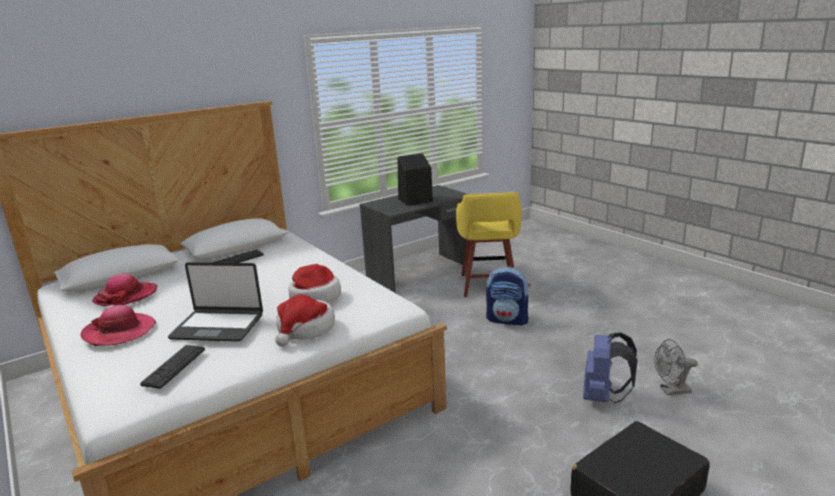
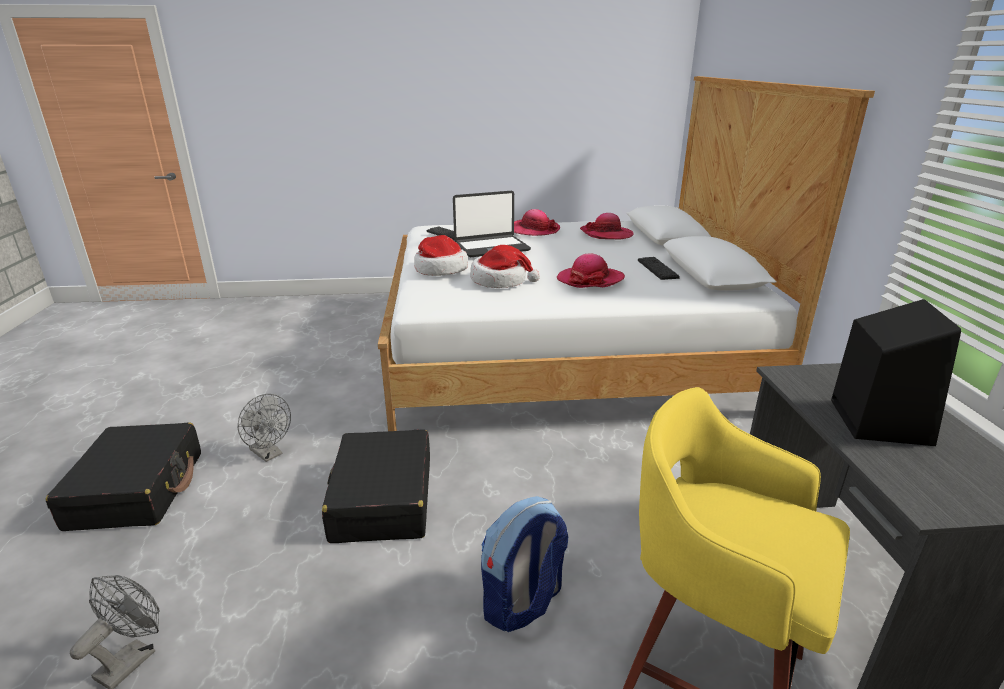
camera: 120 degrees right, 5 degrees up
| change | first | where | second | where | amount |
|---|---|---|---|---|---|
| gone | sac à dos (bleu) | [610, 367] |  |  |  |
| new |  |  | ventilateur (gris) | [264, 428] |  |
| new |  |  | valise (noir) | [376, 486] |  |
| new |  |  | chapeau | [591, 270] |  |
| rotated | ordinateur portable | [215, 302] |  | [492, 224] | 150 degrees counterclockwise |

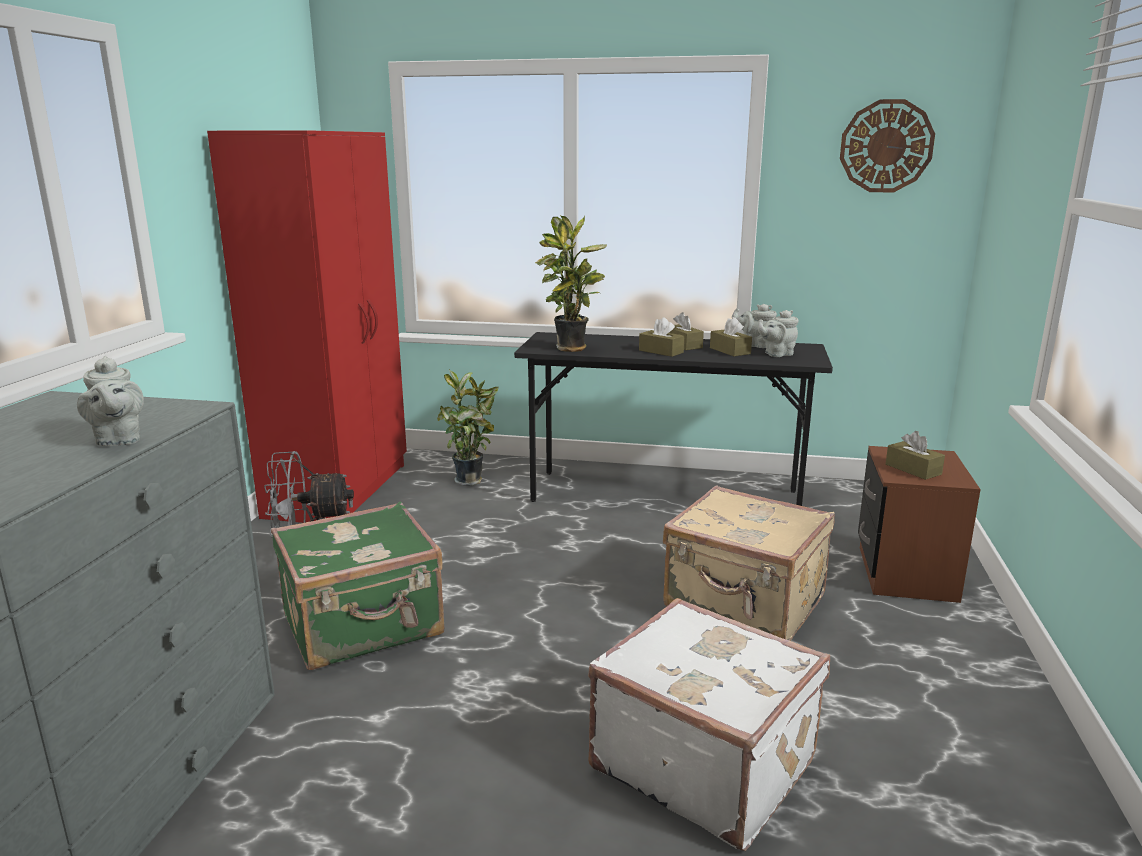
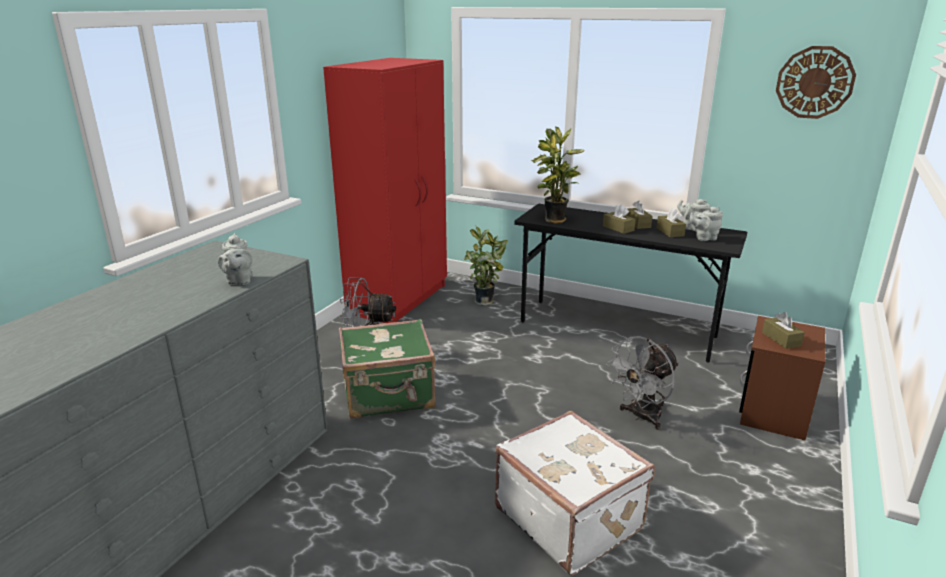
camera: 15 degrees right, 5 degrees up
| change | first | where | second | where | amount |
|---|---|---|---|---|---|
| swapped | valise (beige) | [749, 563] | ventilateur (gris) | [642, 383] |  |

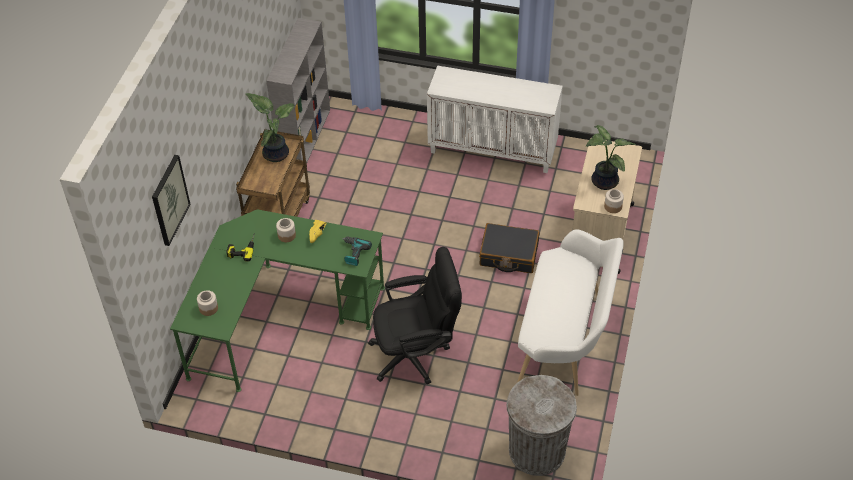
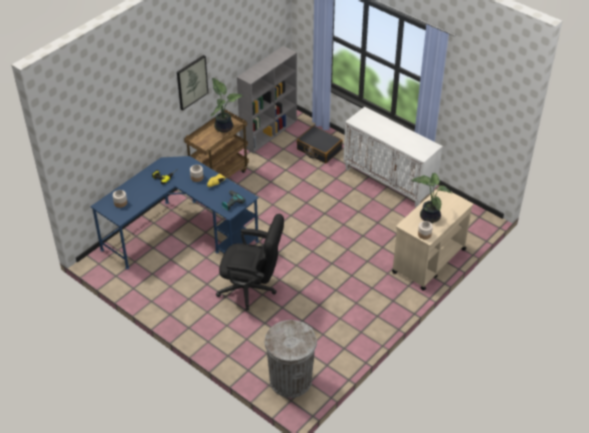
camera: 25 degrees right, 5 degrees down
| change | first | where | second | where | amount |
|---|---|---|---|---|---|
| gone | banc (blanc) | [570, 312] |  |  |  |
| shifted | tableau | [171, 200] |  | [192, 83] |  |
| shifted | valise (noir) | [509, 248] |  | [320, 145] |  |
| repainted | bureau (vert) | [277, 300] | bureau (bleu) | [174, 212] |  |

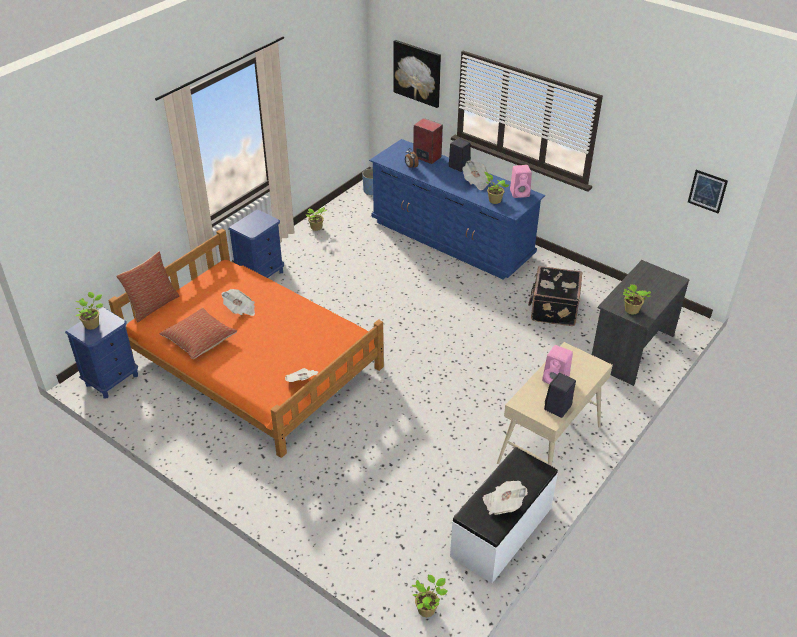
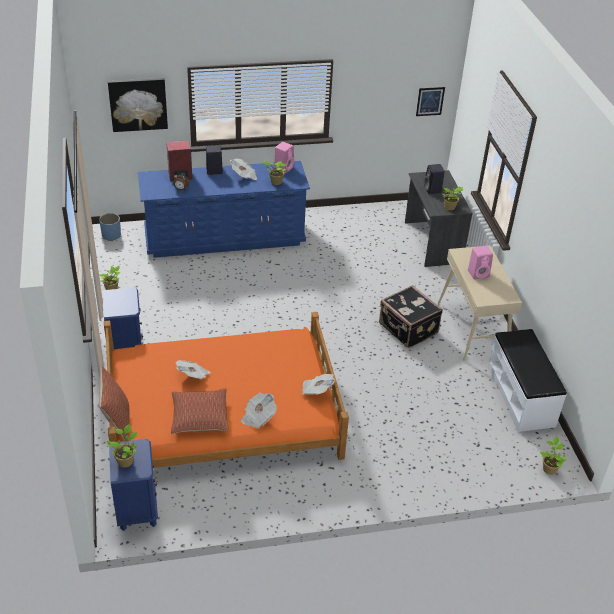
camera: 50 degrees left, 0 degrees up
| change | first | where | second | where | amount |
|---|---|---|---|---|---|
| shifted | journal | [505, 498] |  | [259, 411] |  |
| shifted | valise (noir) | [555, 296] |  | [411, 316] |  |
| shifted | enceinte (noir) | [560, 395] |  | [434, 179] |  |

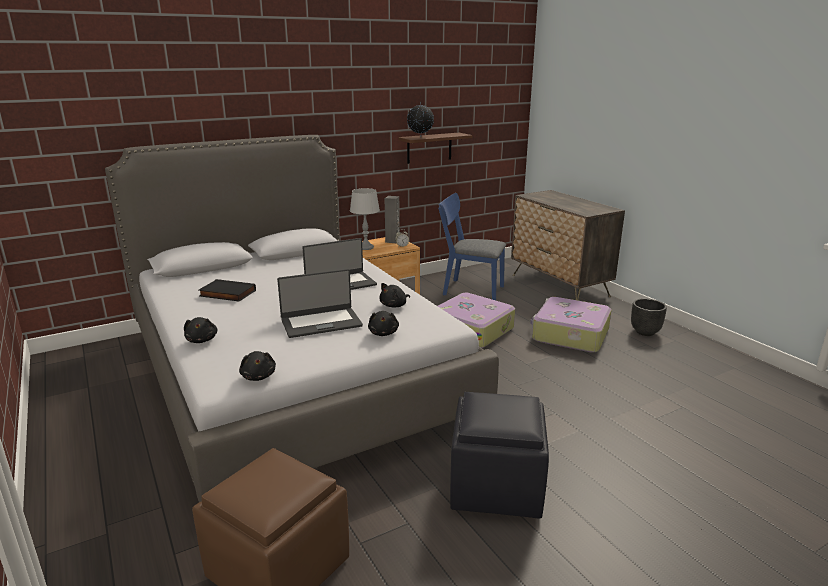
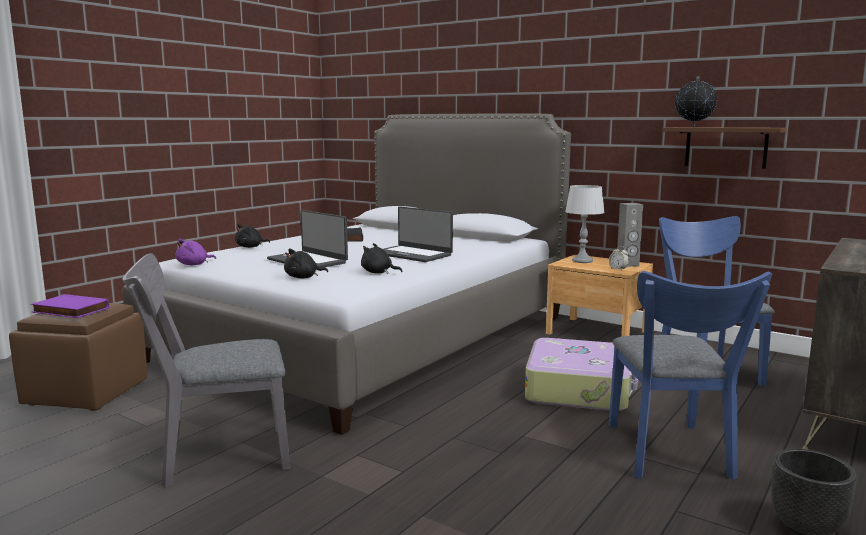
camera: 65 degrees right, 10 degrees down
| change | first | where | second | where | amount |
|---|---|---|---|---|---|
| new |  |  | livre (violet) | [70, 306] |  |
| swapped | pouf (noir) | [499, 455] | chaise (gris) | [206, 370] |  |
| swapped | valise | [570, 325] | chaise (bleu) | [690, 375] |  |
| repainted | peluche (noir) | [257, 366] | peluche (violet) | [196, 252] |  |

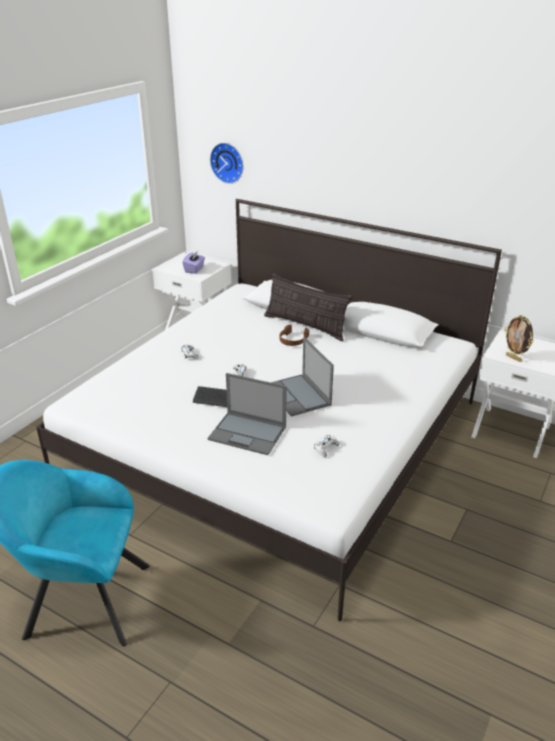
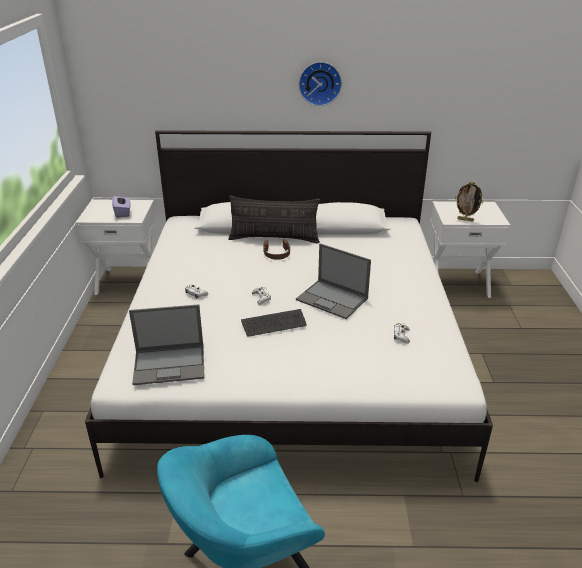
camera: 30 degrees left, 0 degrees up
| change | first | where | second | where | amount |
|---|---|---|---|---|---|
| shifted | ordinateur portable | [247, 414] |  | [167, 344] |  |
| shifted | horloge murale | [226, 163] |  | [320, 84] |  |

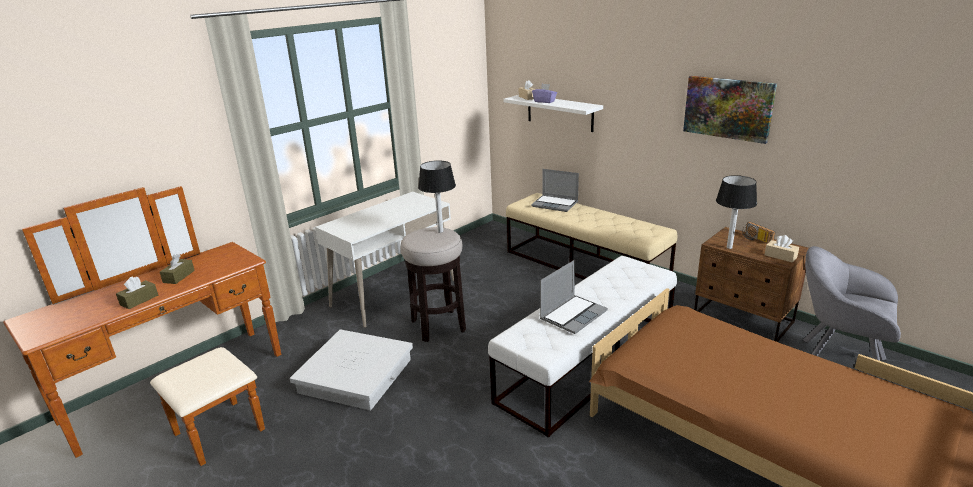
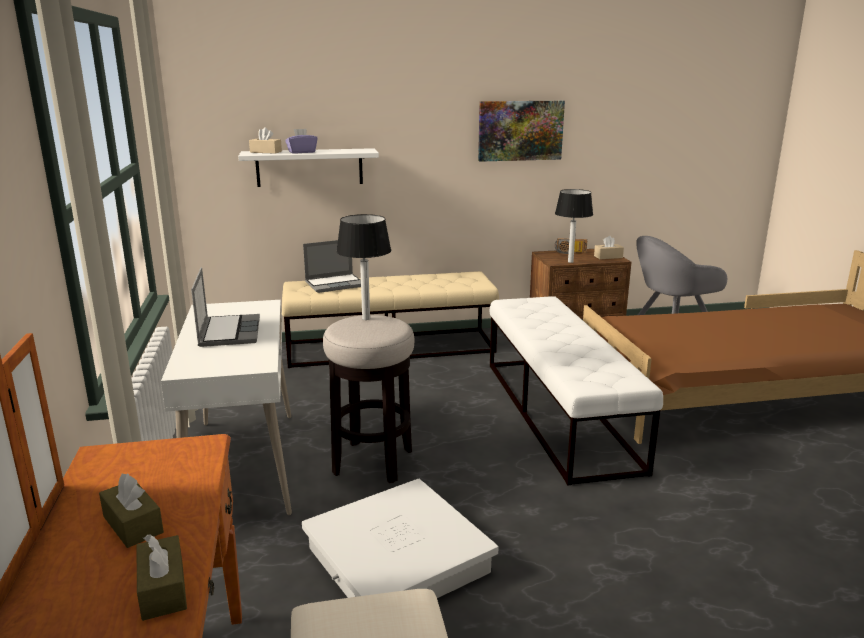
camera: 55 degrees left, 5 degrees down
| change | first | where | second | where | amount |
|---|---|---|---|---|---|
| shifted | ordinateur portable | [574, 297] |  | [225, 307] |  |

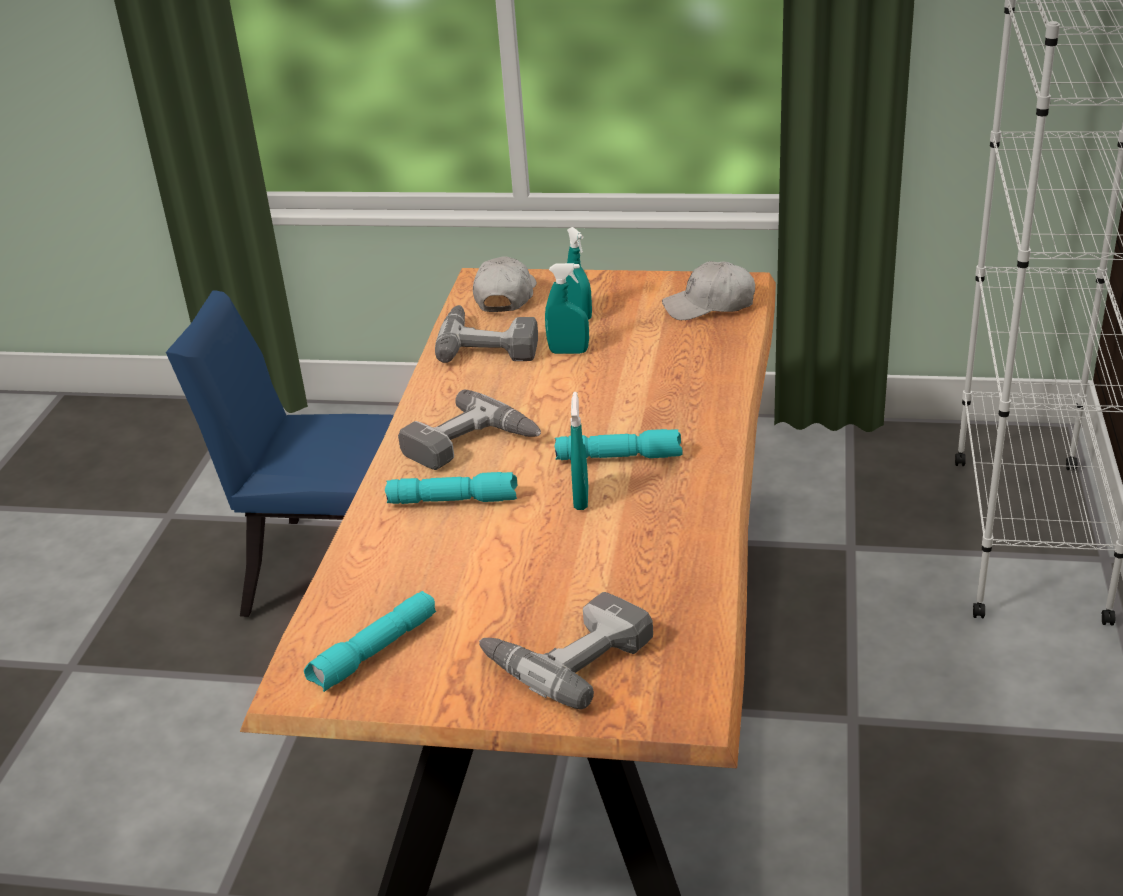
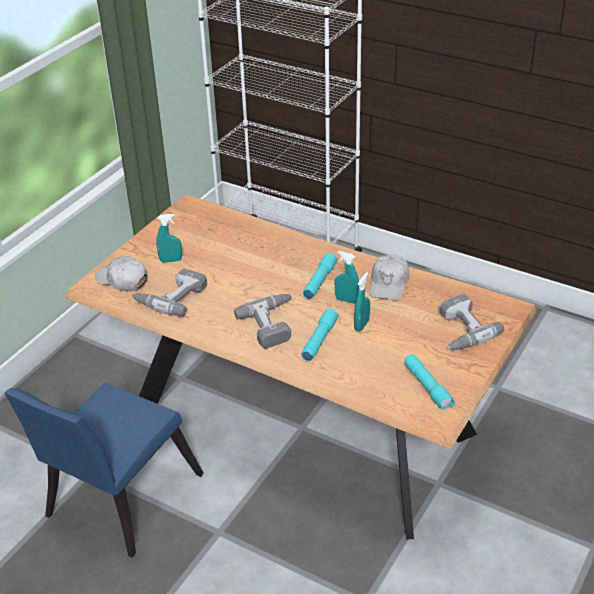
camera: 70 degrees left, 5 degrees up
| change | first | where | second | where | amount |
|---|---|---|---|---|---|
| shifted | vaporisateur (turquoise) | [567, 308] |  | [362, 302] |  |
| shifted | casquette (blanc) | [708, 290] |  | [389, 277] |  |

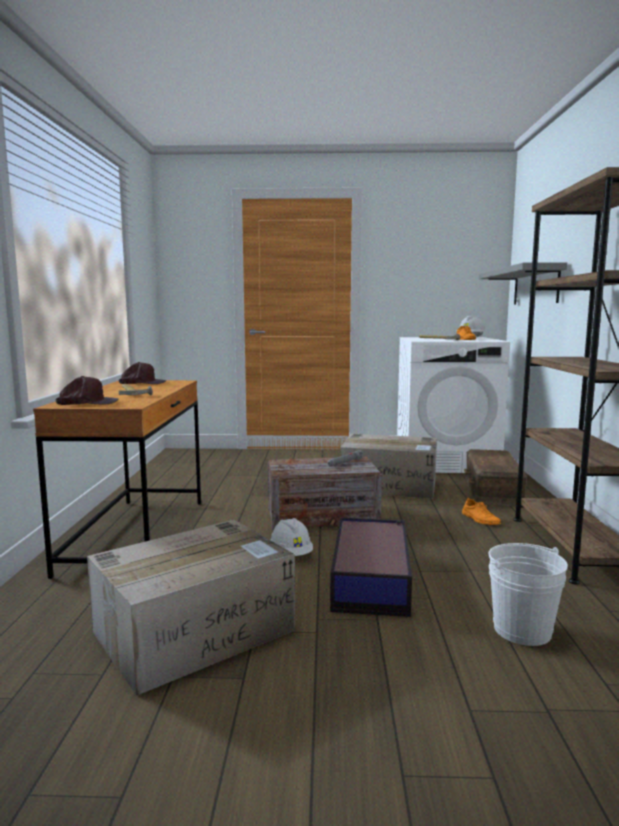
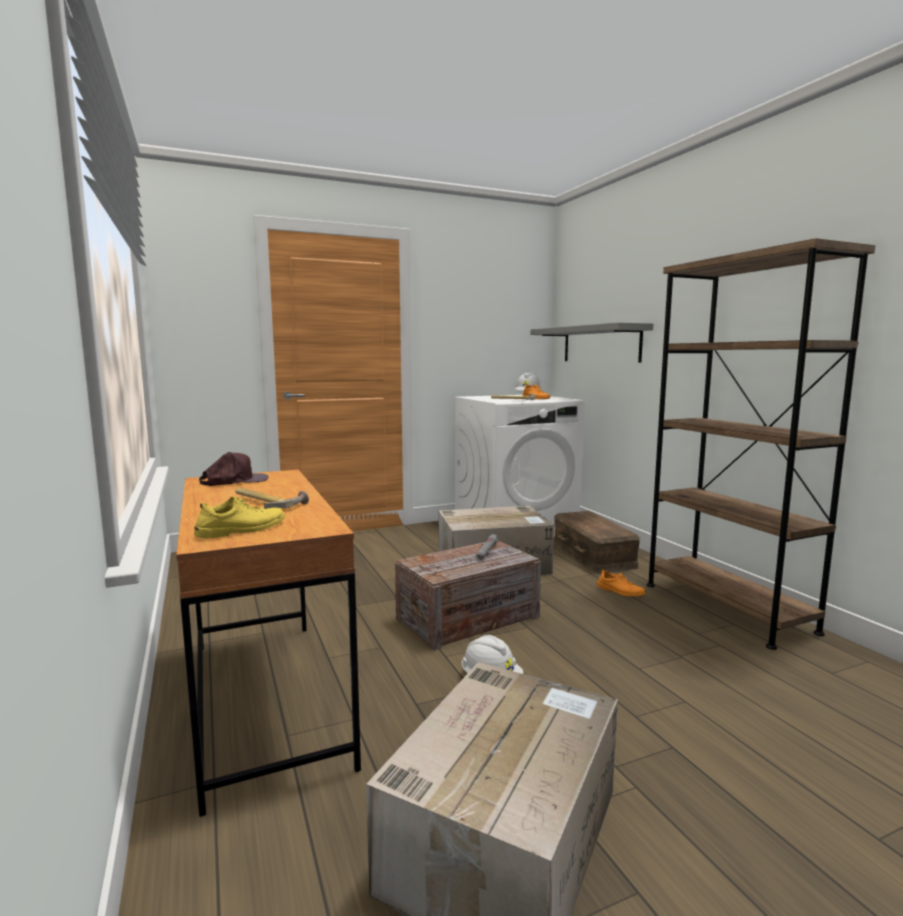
camera: 25 degrees left, 0 degrees up
| change | first | where | second | where | amount |
|---|---|---|---|---|---|
| gone | boîte de rangement | [371, 567] |  |  |  |
| gone | seau (blanc) | [528, 594] |  |  |  |
| swapped | casquette (marron) | [87, 390] | chaussure (jaune) | [239, 517] |  |

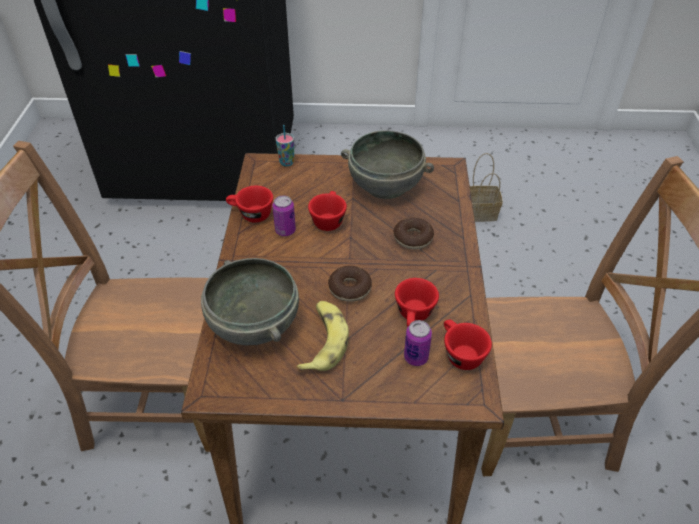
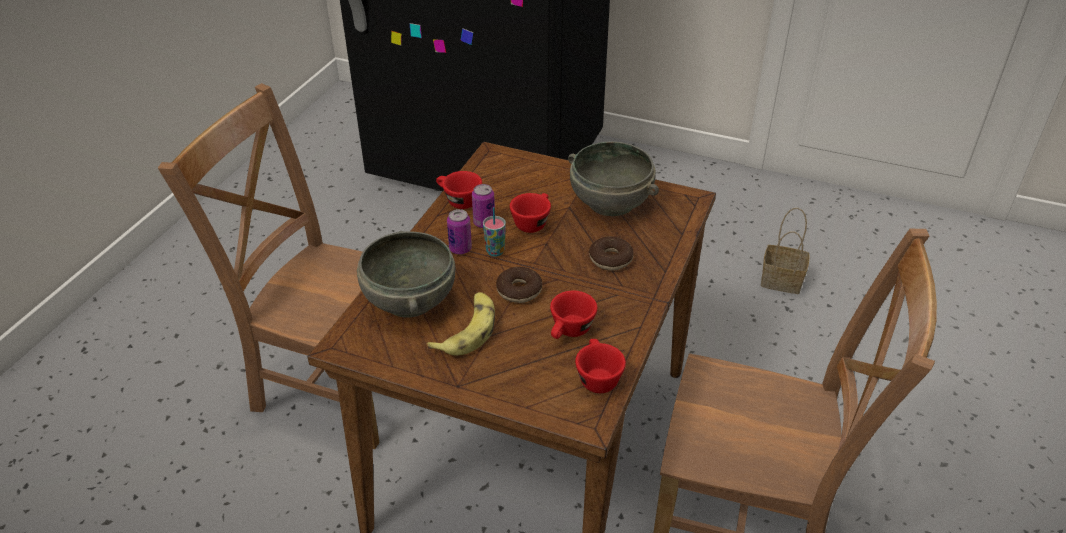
camera: 20 degrees right, 5 degrees down
| change | first | where | second | where | amount |
|---|---|---|---|---|---|
| shifted | tasse | [285, 145] |  | [494, 232] |  |
| shifted | boîte métallique | [418, 343] |  | [459, 232] |  |

